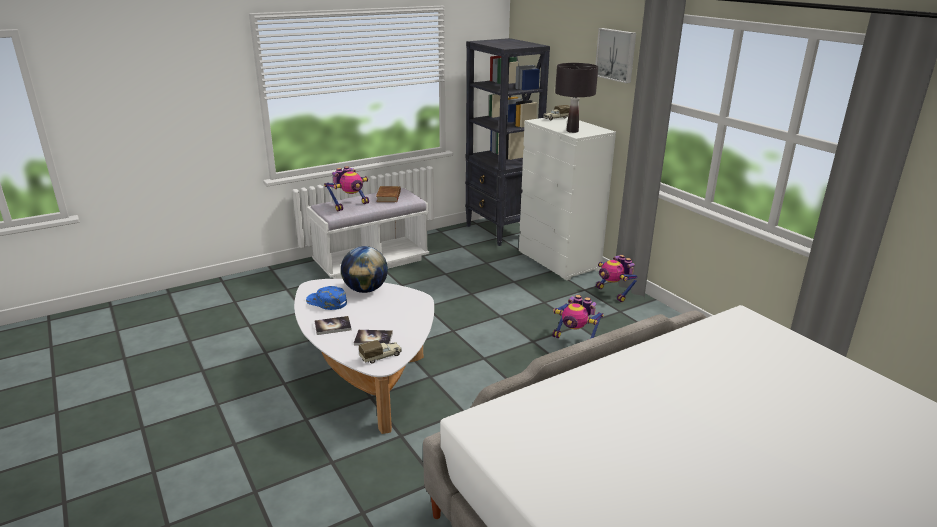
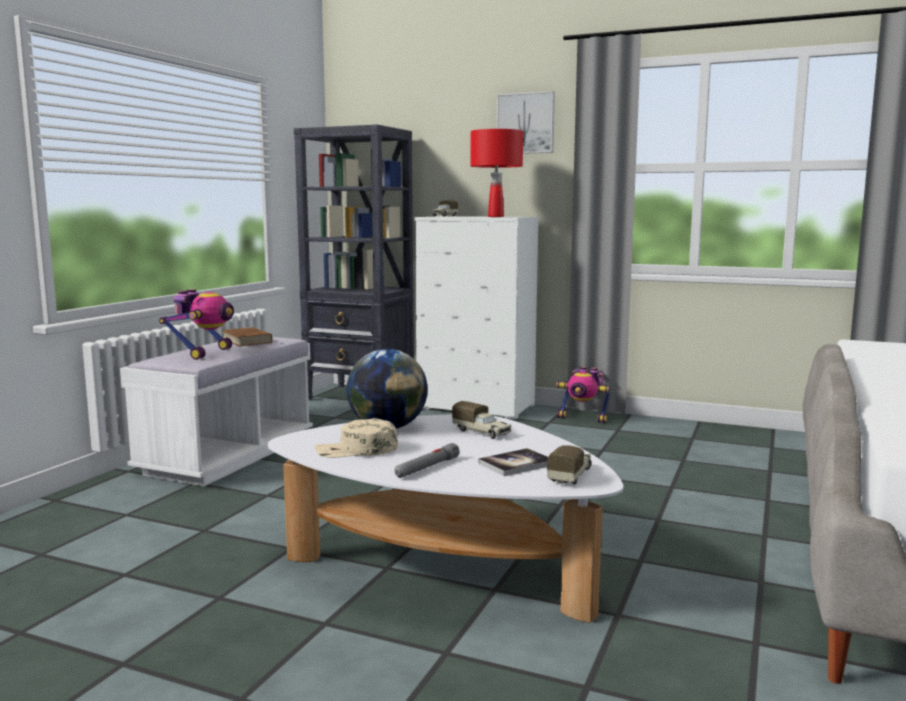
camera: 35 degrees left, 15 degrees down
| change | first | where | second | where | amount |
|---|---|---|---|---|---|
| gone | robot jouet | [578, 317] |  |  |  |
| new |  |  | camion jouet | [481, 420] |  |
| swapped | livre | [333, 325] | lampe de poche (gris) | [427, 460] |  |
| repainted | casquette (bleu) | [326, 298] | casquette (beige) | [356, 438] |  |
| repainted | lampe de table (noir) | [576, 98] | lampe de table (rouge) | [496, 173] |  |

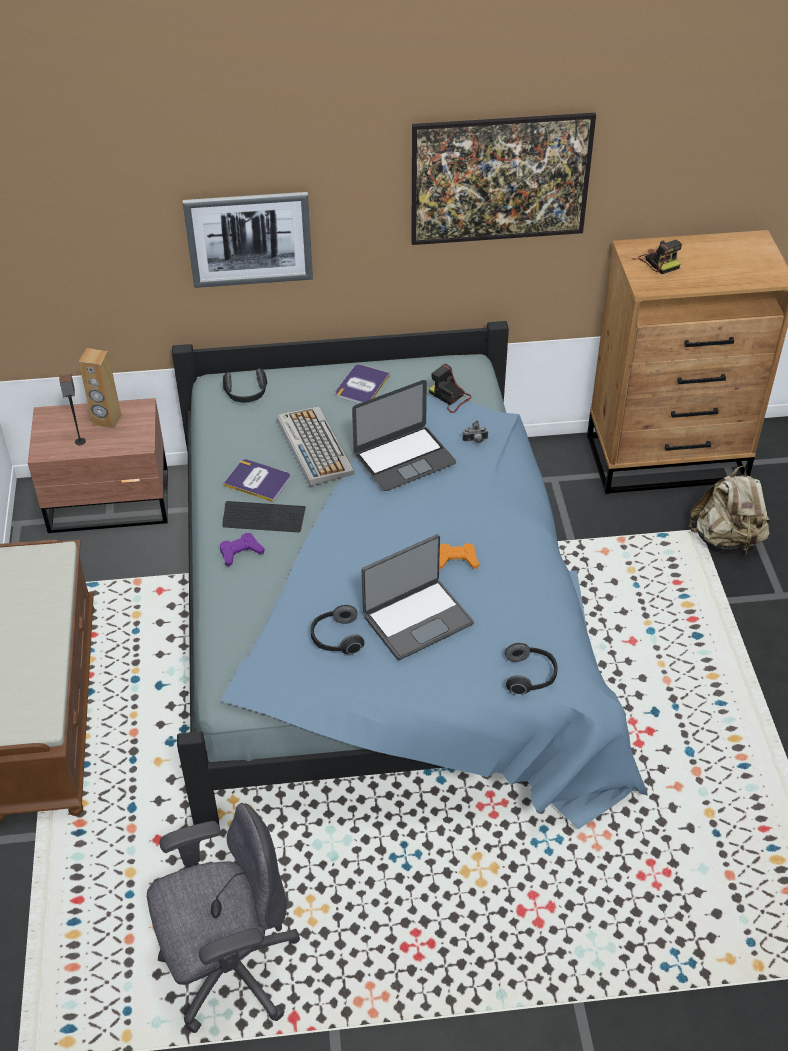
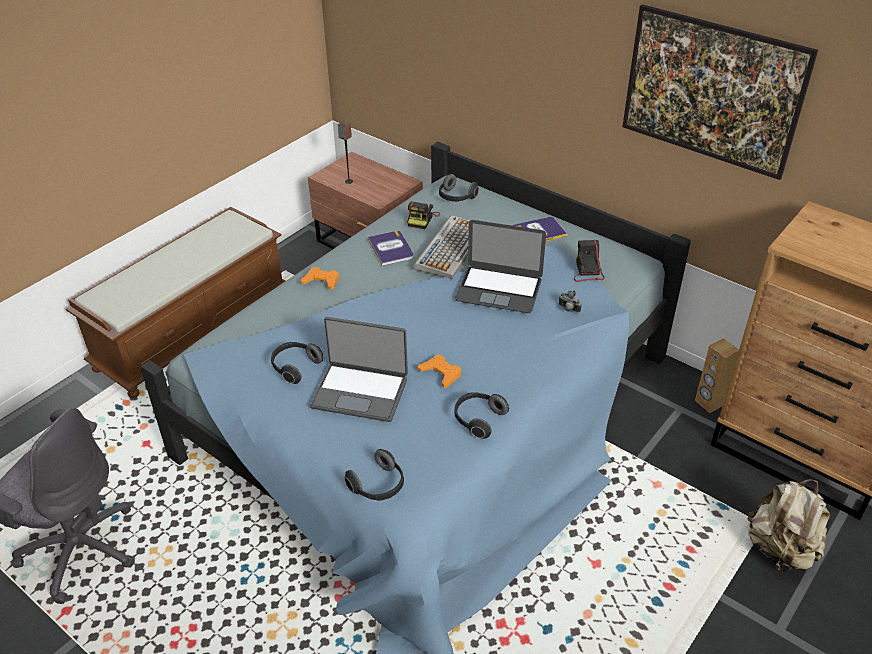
camera: 45 degrees right, 5 degrees down
| change | first | where | second | where | amount |
|---|---|---|---|---|---|
| gone | tableau | [248, 240] |  |  |  |
| gone | clavier | [264, 516] |  |  |  |
| new |  |  | casque audio | [481, 415] |  |
| shifted | enceinte (marron) | [100, 388] |  | [717, 375] |  |
| shifted | appareil photo | [660, 257] |  | [423, 215] |  |
| repainted | manette (violet) | [242, 549] | manette (orange) | [320, 278] |  |

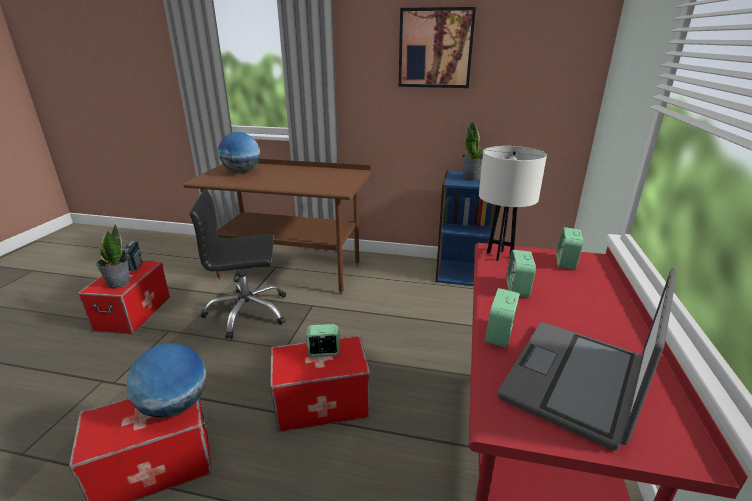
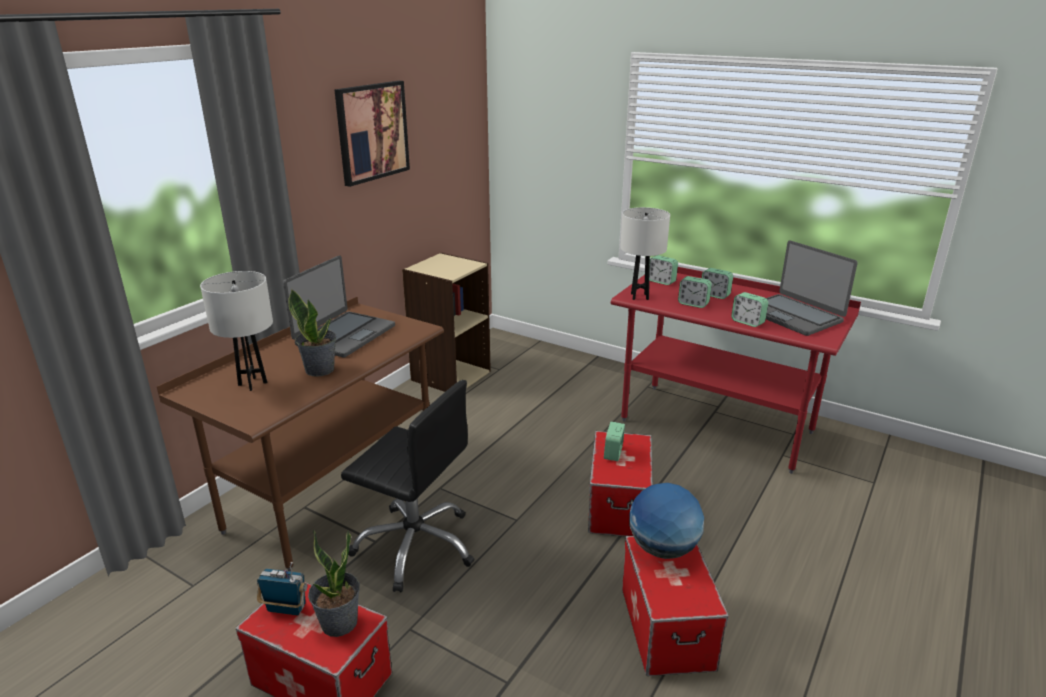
camera: 70 degrees left, 0 degrees up
| change | first | where | second | where | amount |
|---|---|---|---|---|---|
| new |  |  | ordinateur portable | [339, 306] |  |
| new |  |  | réveil | [717, 283] |  |
| shifted | plante en pot | [473, 151] |  | [312, 333] |  |
| swapped | globe | [239, 152] | lampe de table (blanc) | [236, 331] |  |
| repainted | bibliothèque (bleu) | [466, 228] | bibliothèque (beige) | [446, 322] |  |
| rotated | chaise de bureau (noir) | [237, 264] |  | [408, 486] | 75 degrees counterclockwise |

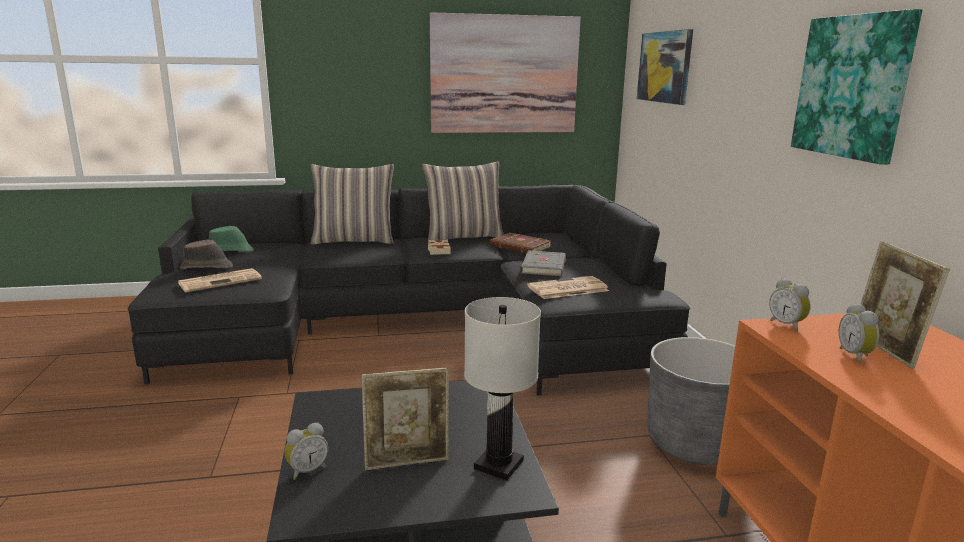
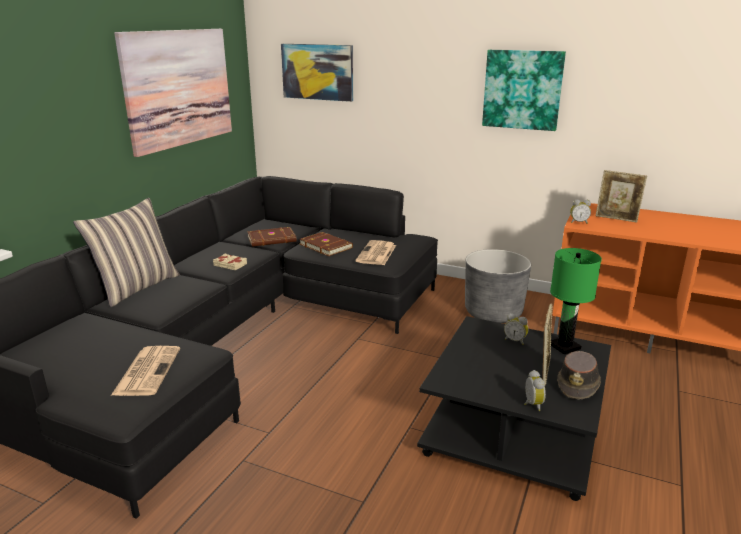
camera: 55 degrees left, 5 degrees up
| change | first | where | second | where | amount |
|---|---|---|---|---|---|
| gone | chapeau (vert) | [231, 239] |  |  |  |
| gone | coussin | [463, 202] |  |  |  |
| shifted | chapeau (marron) | [206, 254] |  | [579, 375] |  |
| shifted | réveil | [858, 333] |  | [516, 329] |  |
| repainted | lampe de table (blanc) | [502, 388] | lampe de table (vert) | [576, 301] |  |
| repainted | livre (gris) | [543, 263] | livre (marron) | [326, 244] |  |

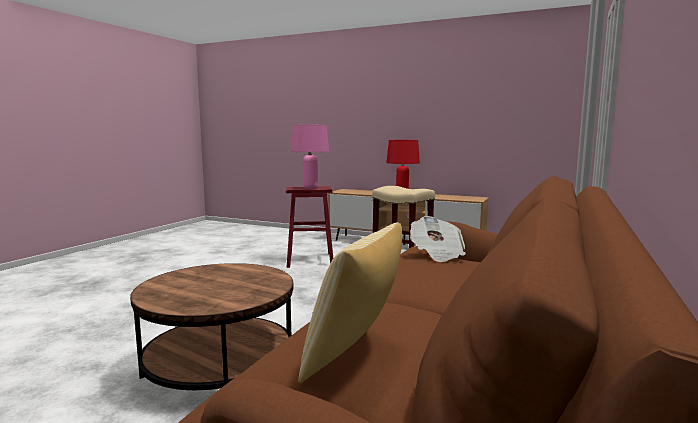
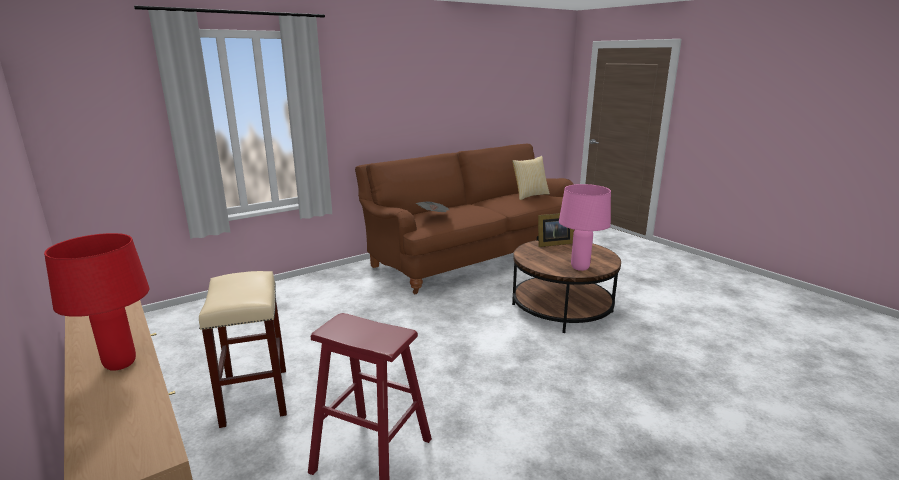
camera: 150 degrees left, 10 degrees up
| change | first | where | second | where | amount |
|---|---|---|---|---|---|
| new |  |  | cadre photo | [555, 230] |  |
| shifted | lampe de table (rose) | [310, 157] |  | [585, 227] |  |

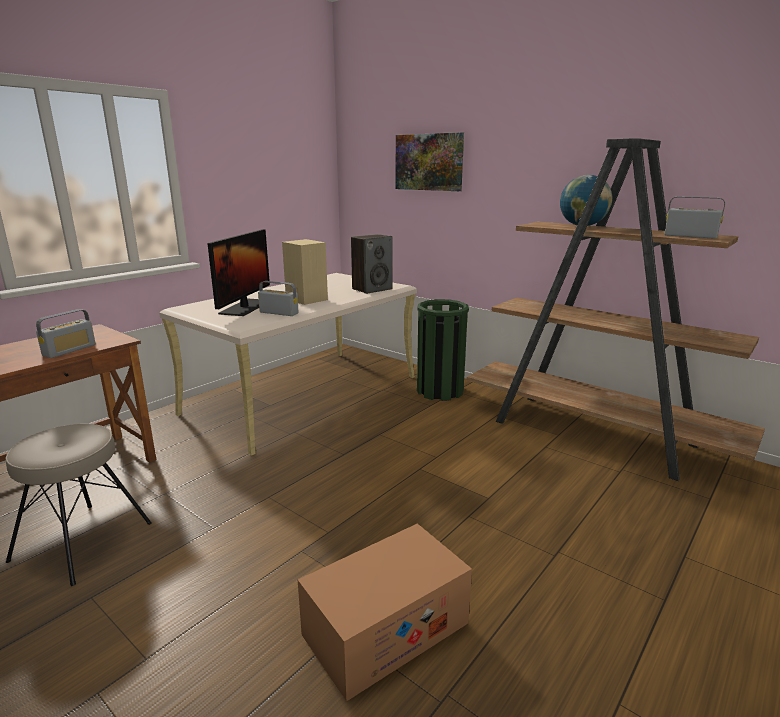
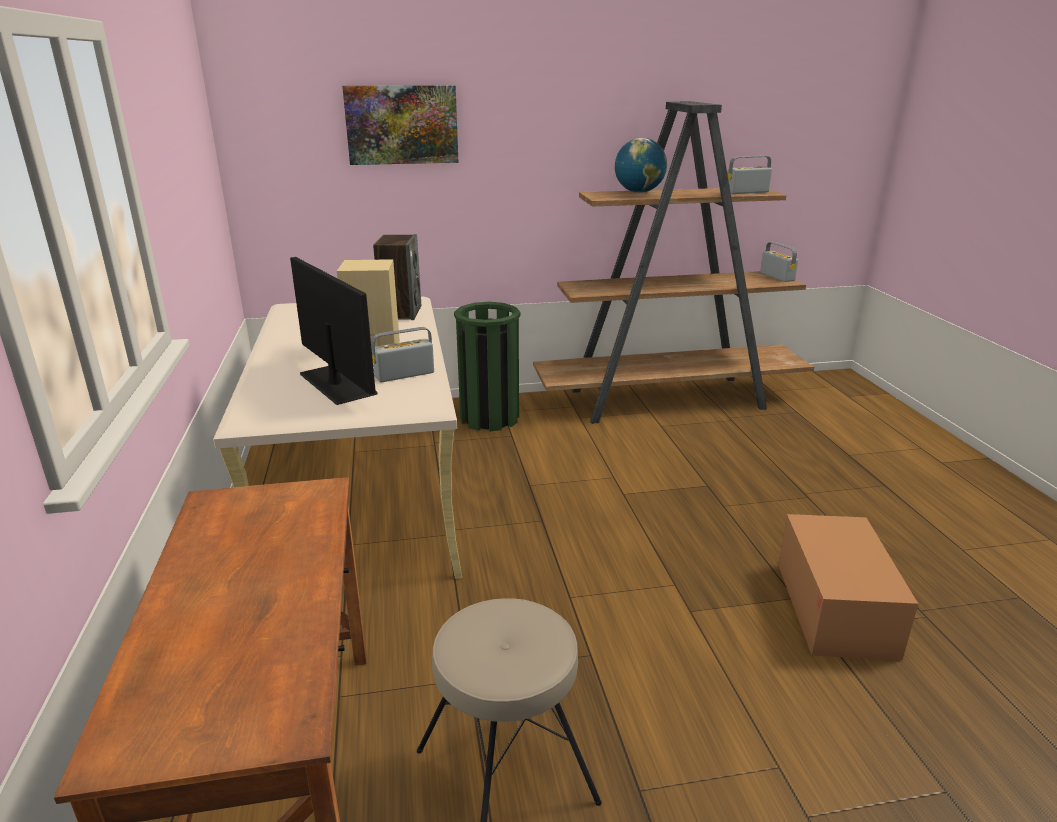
camera: 50 degrees left, 5 degrees up
| change | first | where | second | where | amount |
|---|---|---|---|---|---|
| shifted | radio | [66, 333] |  | [779, 262] |  |

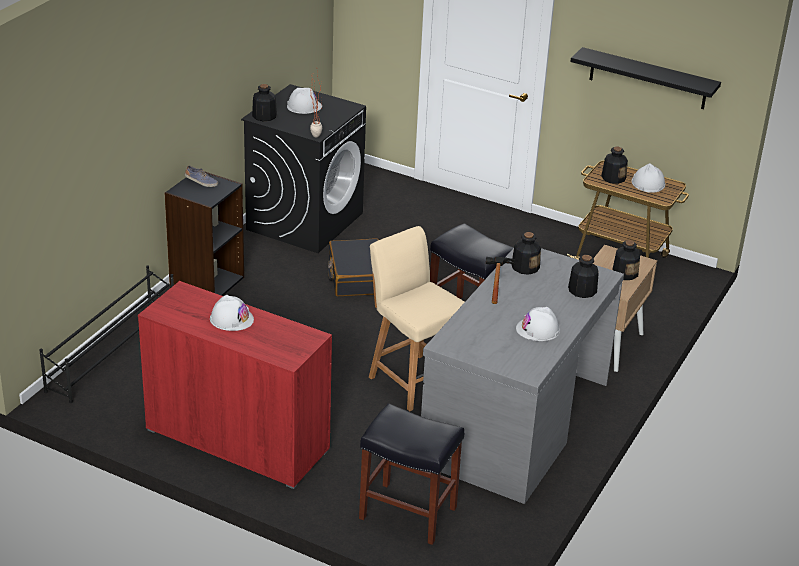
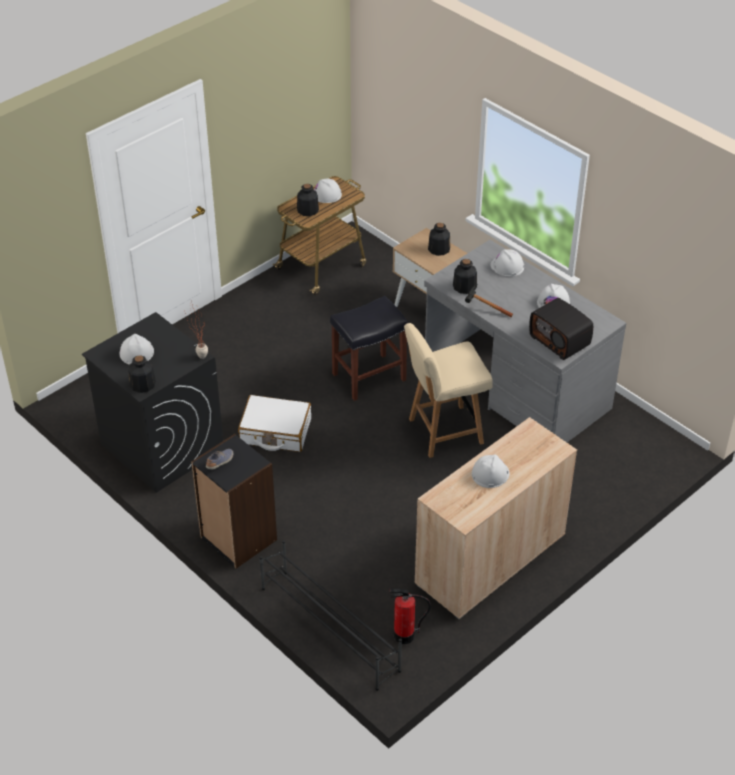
camera: 70 degrees left, 10 degrees up
| change | first | where | second | where | amount |
|---|---|---|---|---|---|
| gone | tabouret (noir) | [412, 474] |  |  |  |
| gone | étagère (noir) | [646, 78] |  |  |  |
| new |  |  | extincteur | [410, 616] |  |
| new |  |  | radio | [561, 329] |  |
| swapped | bouteille | [583, 276] | casque de chantier (blanc) | [507, 263] |  |
| repainted | meuble de rangement (rouge) | [235, 385] | meuble de rangement (beige) | [496, 518] |  |
| repainted | valise (noir) | [353, 267] | valise (blanc) | [274, 423] |  |

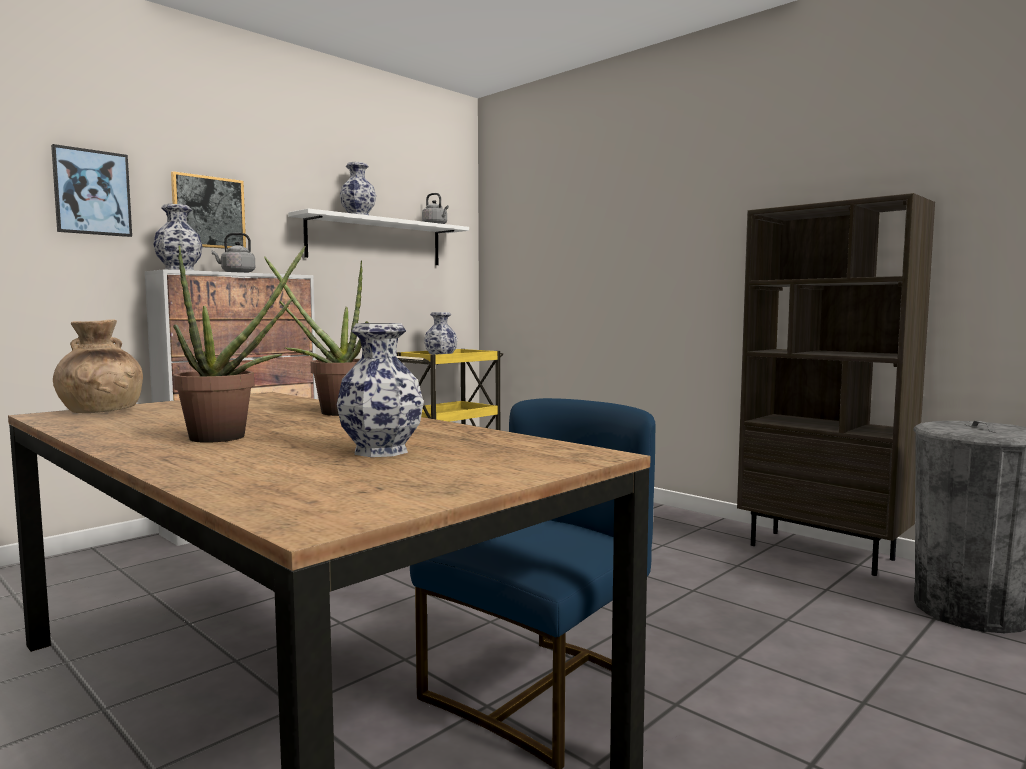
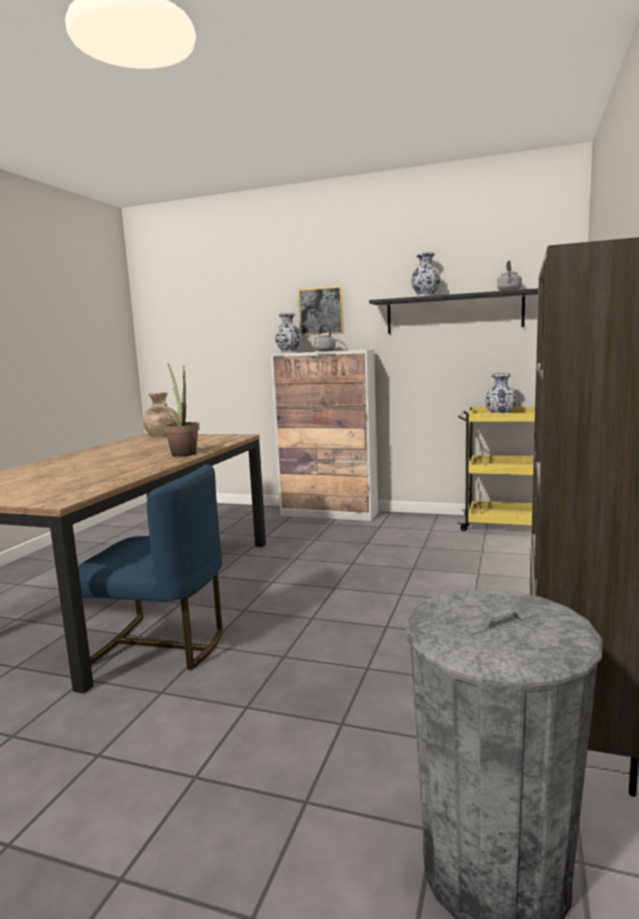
camera: 65 degrees right, 5 degrees up
| change | first | where | second | where | amount |
|---|---|---|---|---|---|
| gone | tableau | [91, 190] |  |  |  |
| gone | plante en pot | [239, 344] |  |  |  |
| gone | vase | [380, 390] |  |  |  |
| repainted | étagère (blanc) | [378, 236] | étagère (noir) | [453, 311] |  |

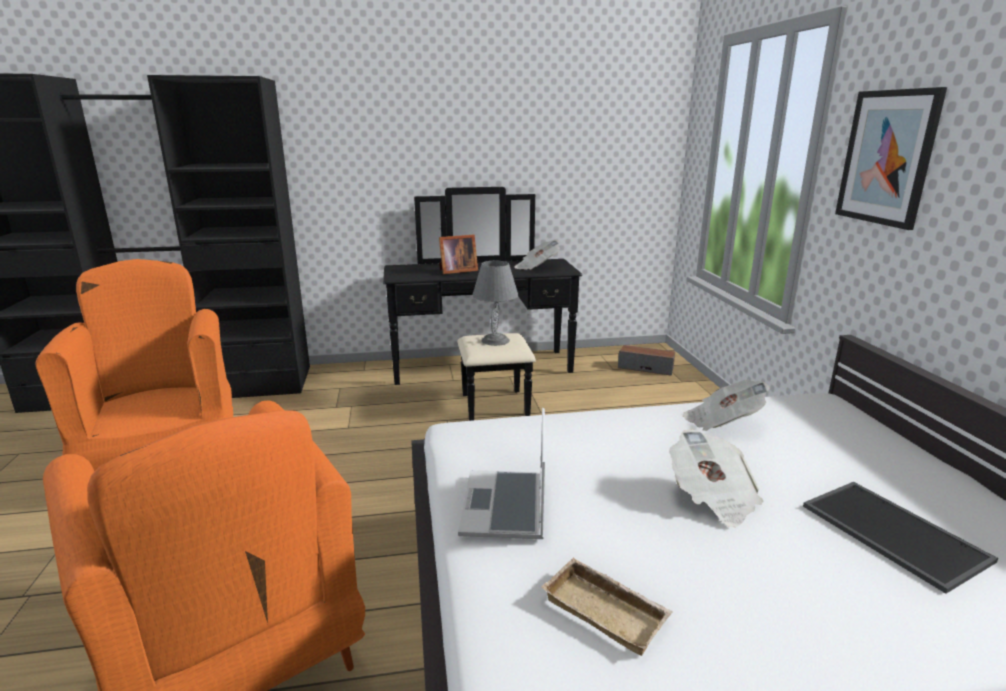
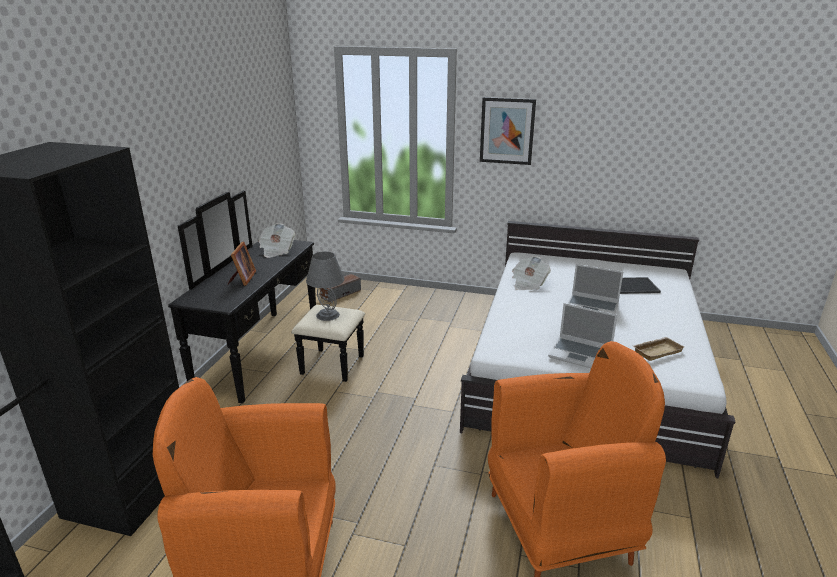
camera: 65 degrees left, 5 degrees up
| change | first | where | second | where | amount |
|---|---|---|---|---|---|
| swapped | journal | [716, 478] | ordinateur portable | [595, 289] |  |

